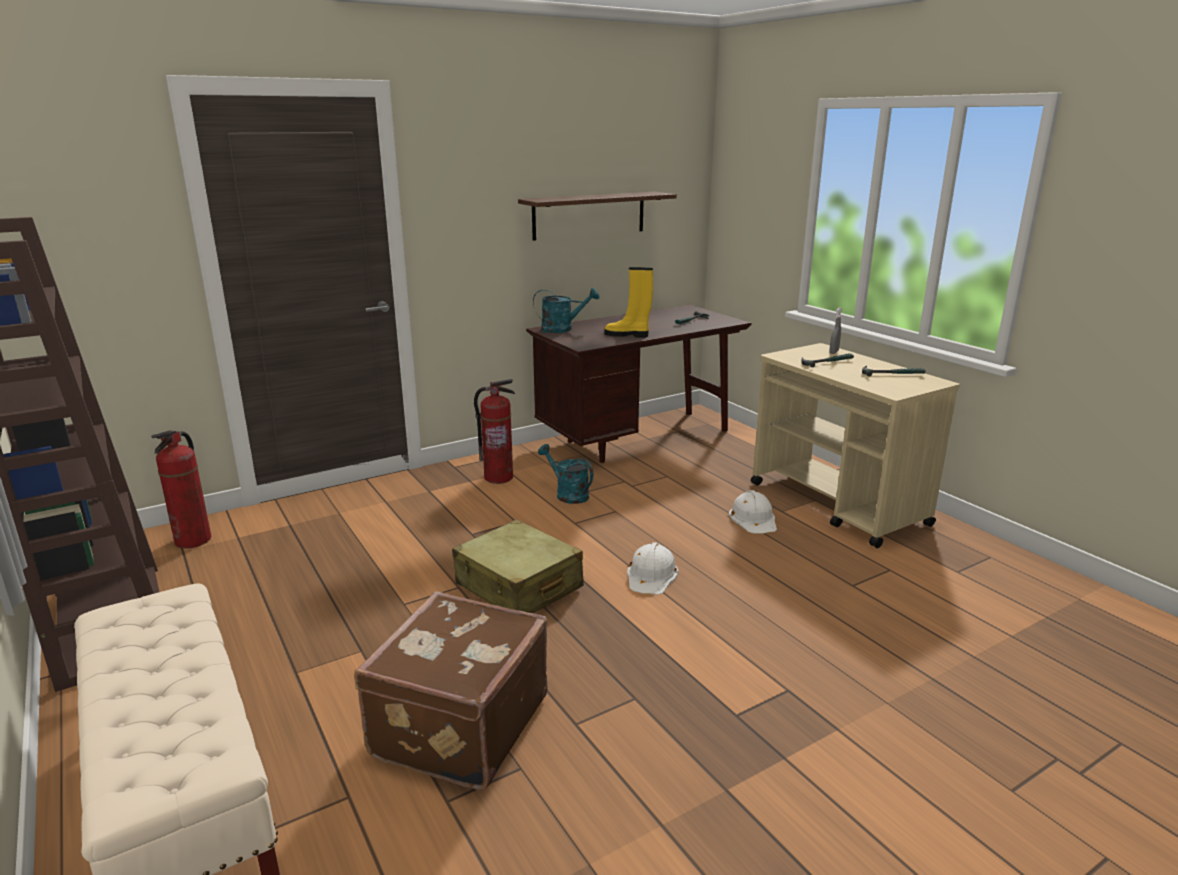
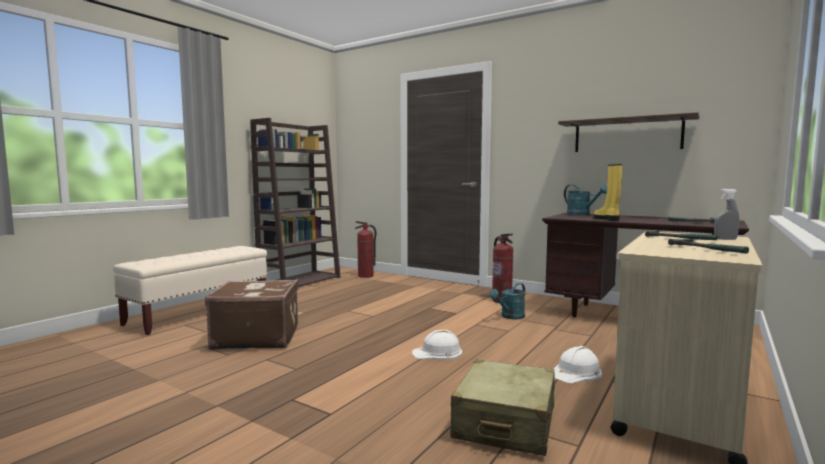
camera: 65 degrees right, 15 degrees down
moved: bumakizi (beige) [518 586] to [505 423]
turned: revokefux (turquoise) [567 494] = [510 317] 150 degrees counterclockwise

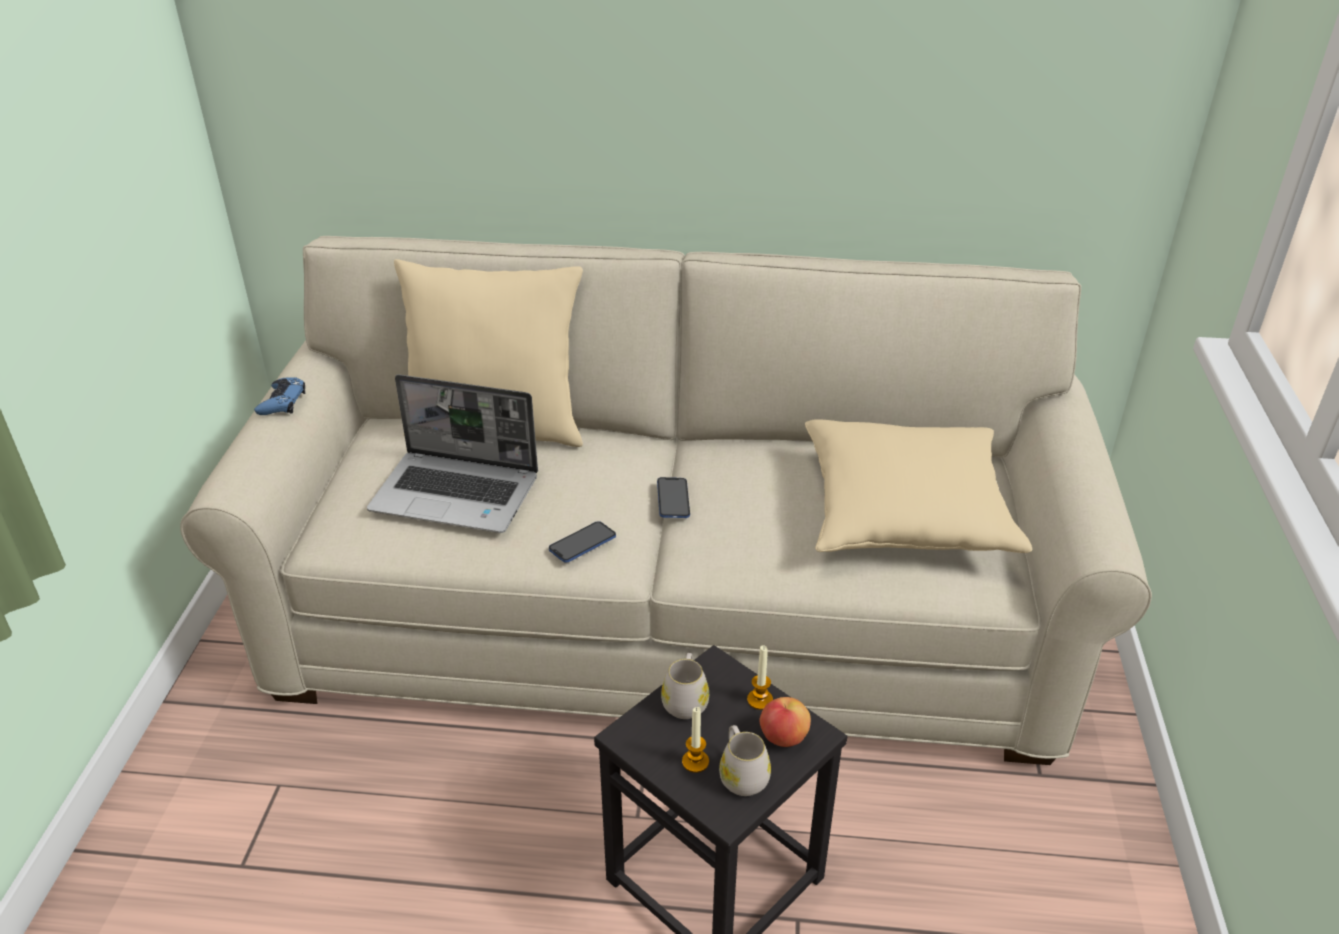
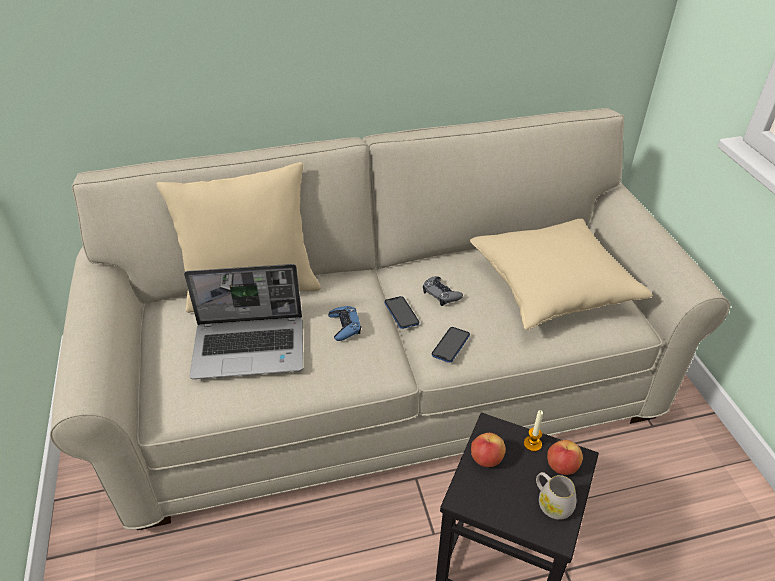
camera: 20 degrees left, 5 degrees up
removed: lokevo [695 762]
added: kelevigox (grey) [441 294]
moved: kelevigox (blue) [282 402] to [345 326]; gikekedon [582 543] to [450 345]
replaced: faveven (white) [686 700] to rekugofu [486 459]

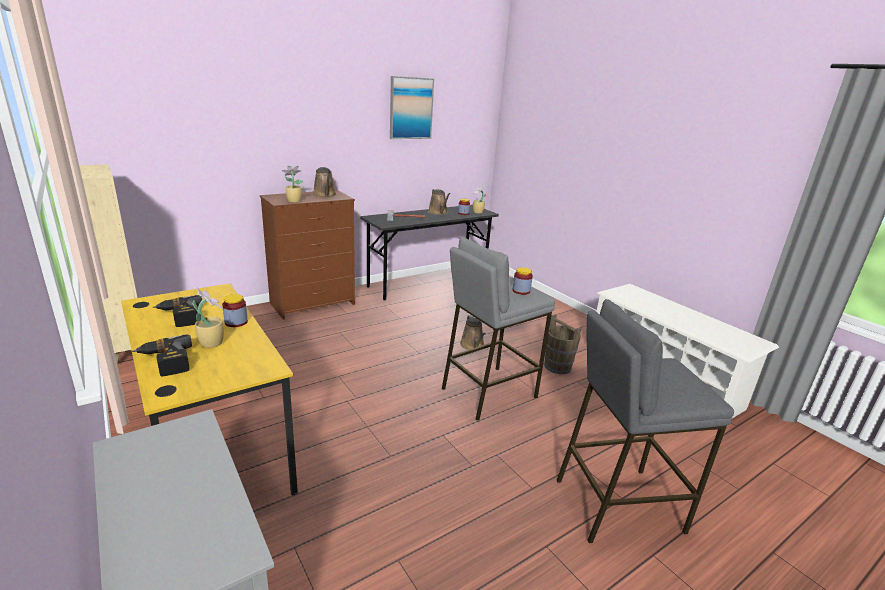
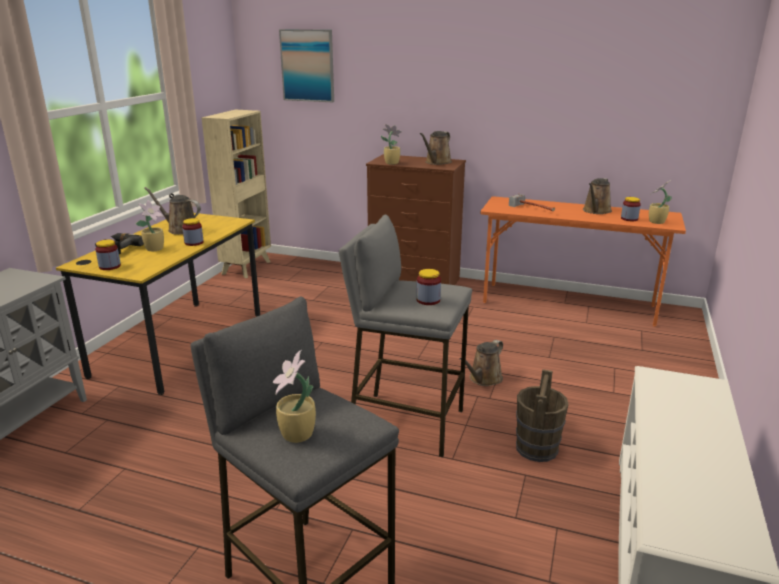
camera: 55 degrees right, 0 degrees up
added: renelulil [110 266]; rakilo [297 435]
moved: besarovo [411 108] to [307 65]
replaced: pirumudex [180 317] to revokefux (brown) [180 229]
recoloured: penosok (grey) [428 283] to penosok (orange) [568 304]

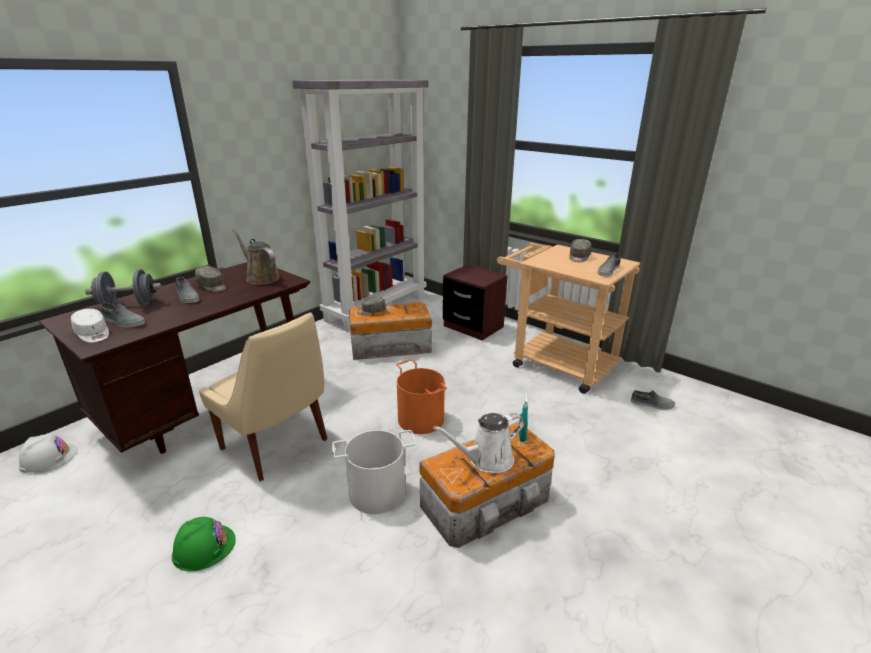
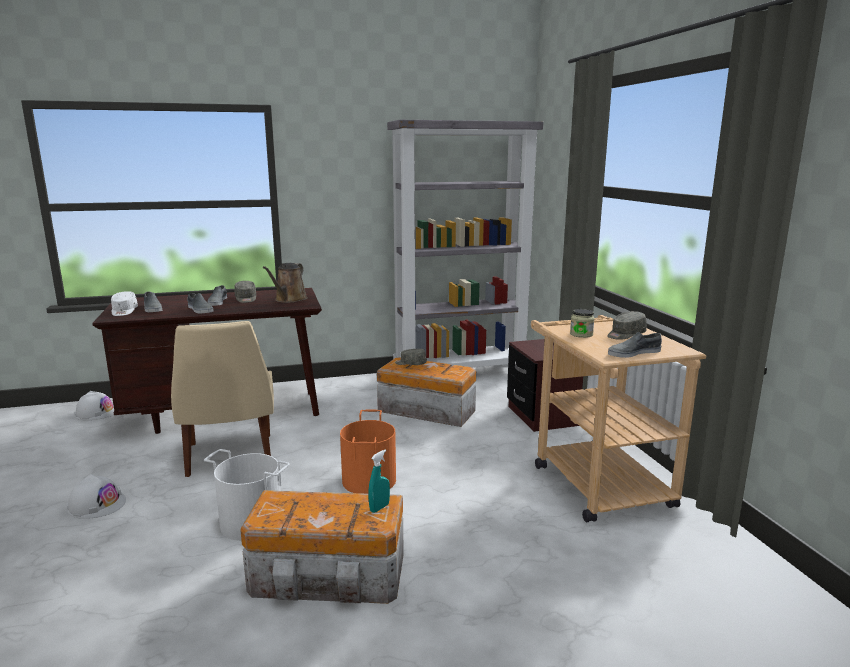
camera: 35 degrees right, 10 degrees down
removed: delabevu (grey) [129 305]; revokefux (white) [486 460]
added: renelulil [581 334]
moved: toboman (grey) [652 404] to [200 310]
recoloured: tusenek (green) [204 547] to tusenek (white) [97 504]
turned: revokefux (brown) [261 278] = [289 299] 150 degrees counterclockwise

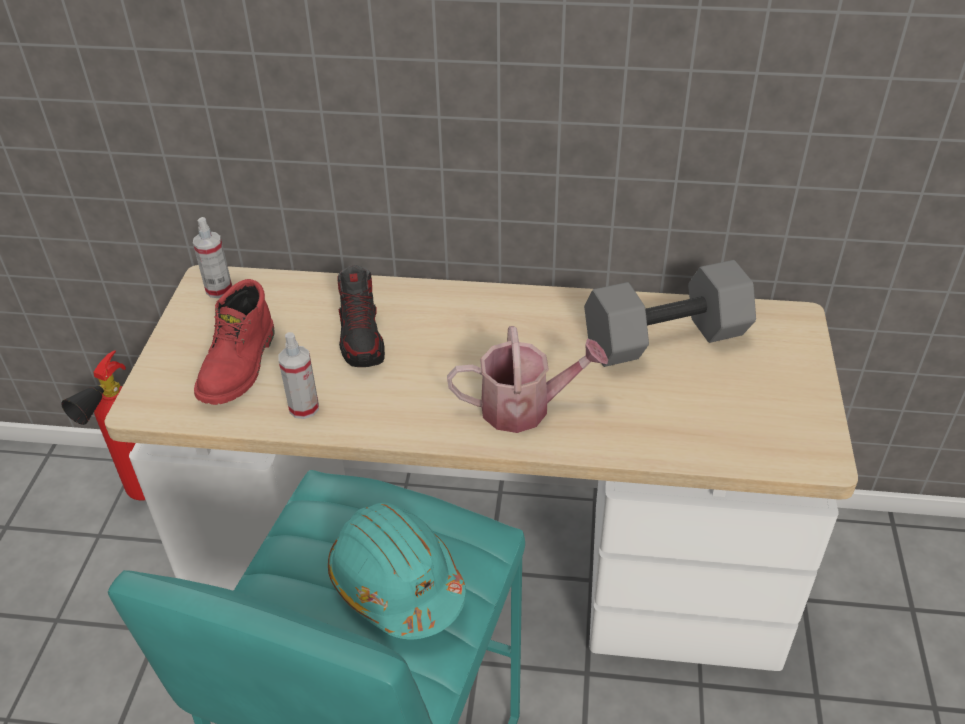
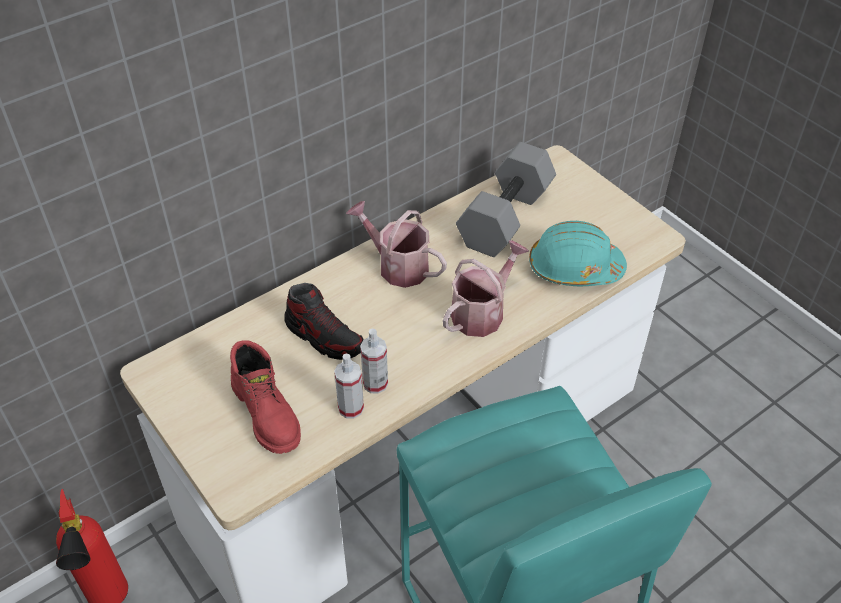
camera: 45 degrees left, 5 degrees up
added: revokefux [397 265]
moved: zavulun [219 290] to [375 383]; tusenek (turquoise) [396 583] to [574 268]

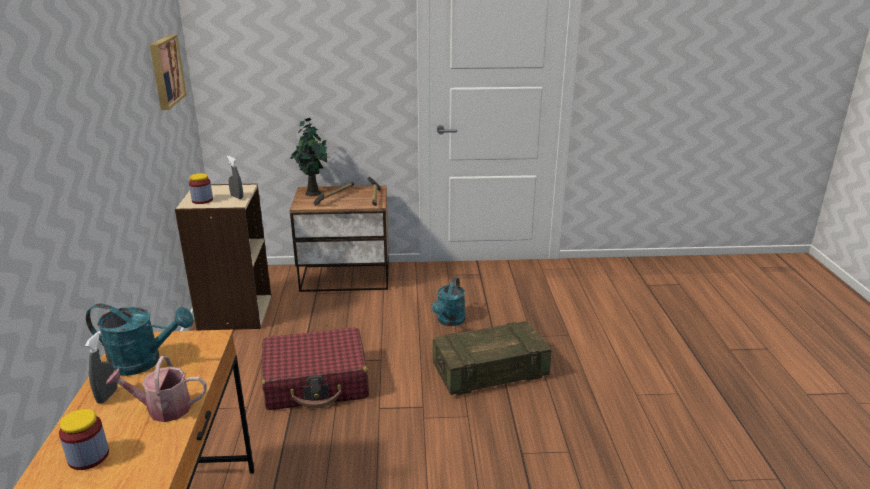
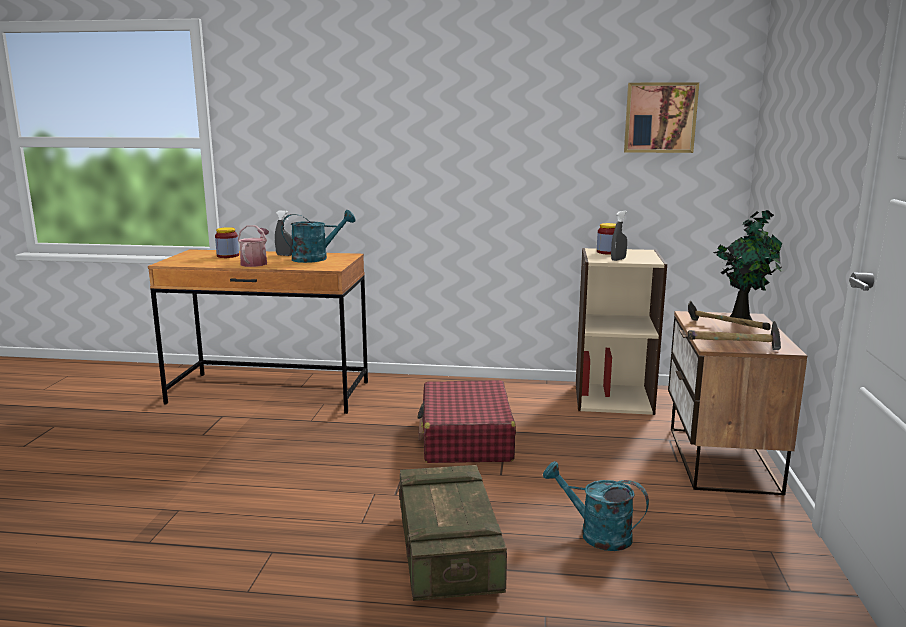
camera: 100 degrees right, 10 degrees down
turned: revokefux (turquoise) [144 362] = [316 258] 135 degrees counterclockwise

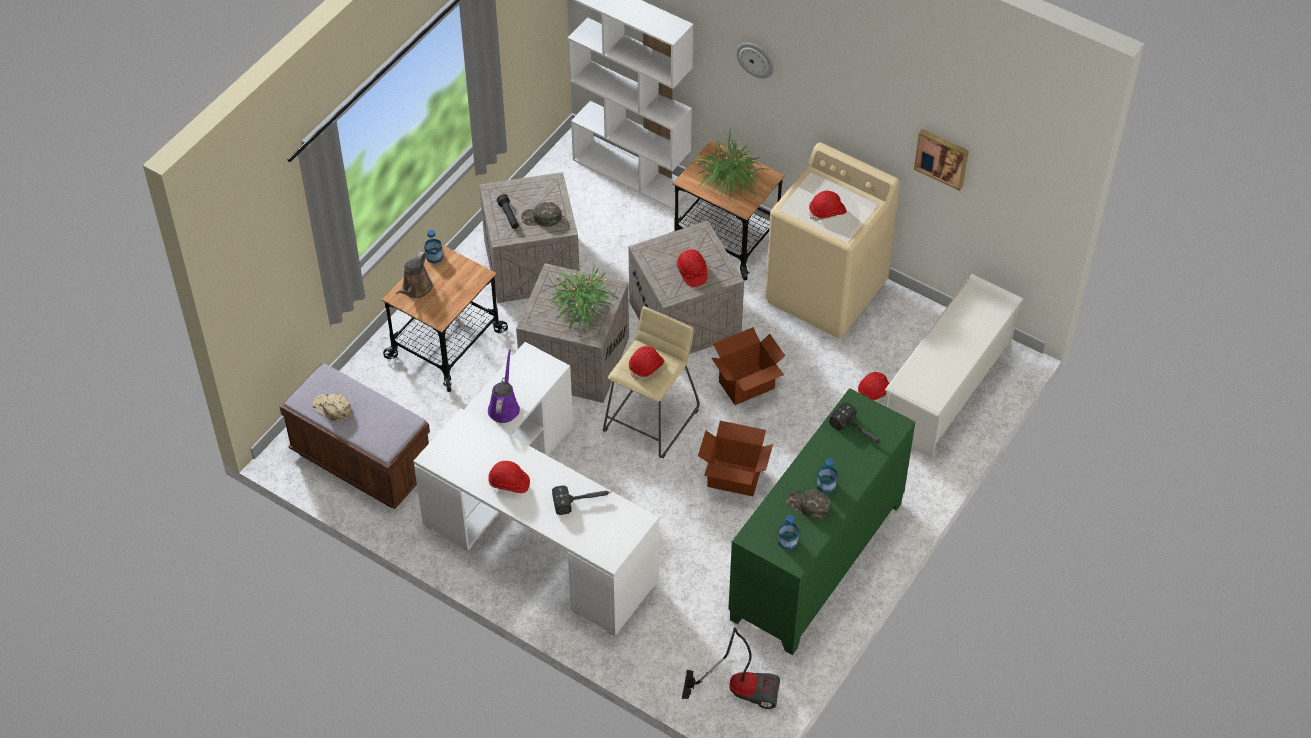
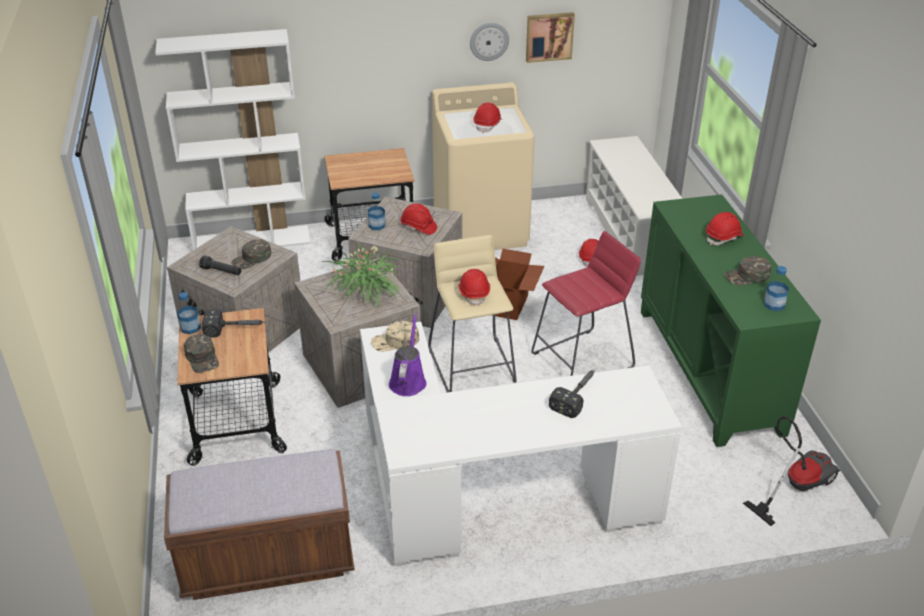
camera: 45 degrees left, 15 degrees down
removed: rakilo [729 180]
moved: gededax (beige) [332 408] to [395 341]; tusenek (red) [509 483] to [724 237]; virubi [755 59] to [489 41]; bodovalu [826 485] to [376 225]; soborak [858 432] to [236 329]
replaced: revokefux (brown) [415 289] to gededax (green) [202 358]; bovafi [734 478] to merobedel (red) [582 361]
turned: revokefux (purple) [504 407] = [408 380] 45 degrees clockwise

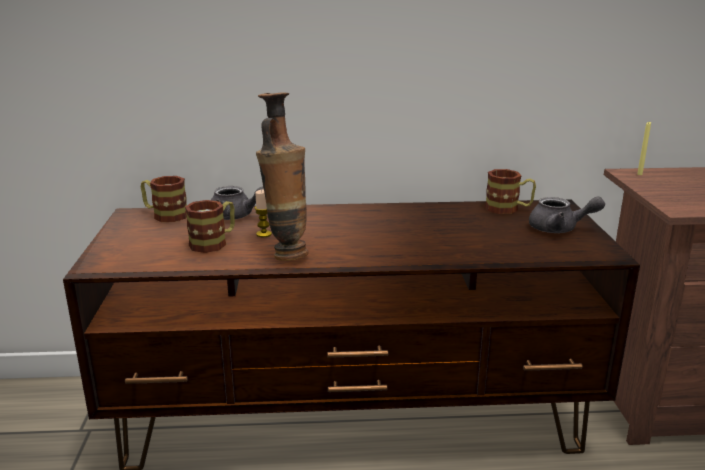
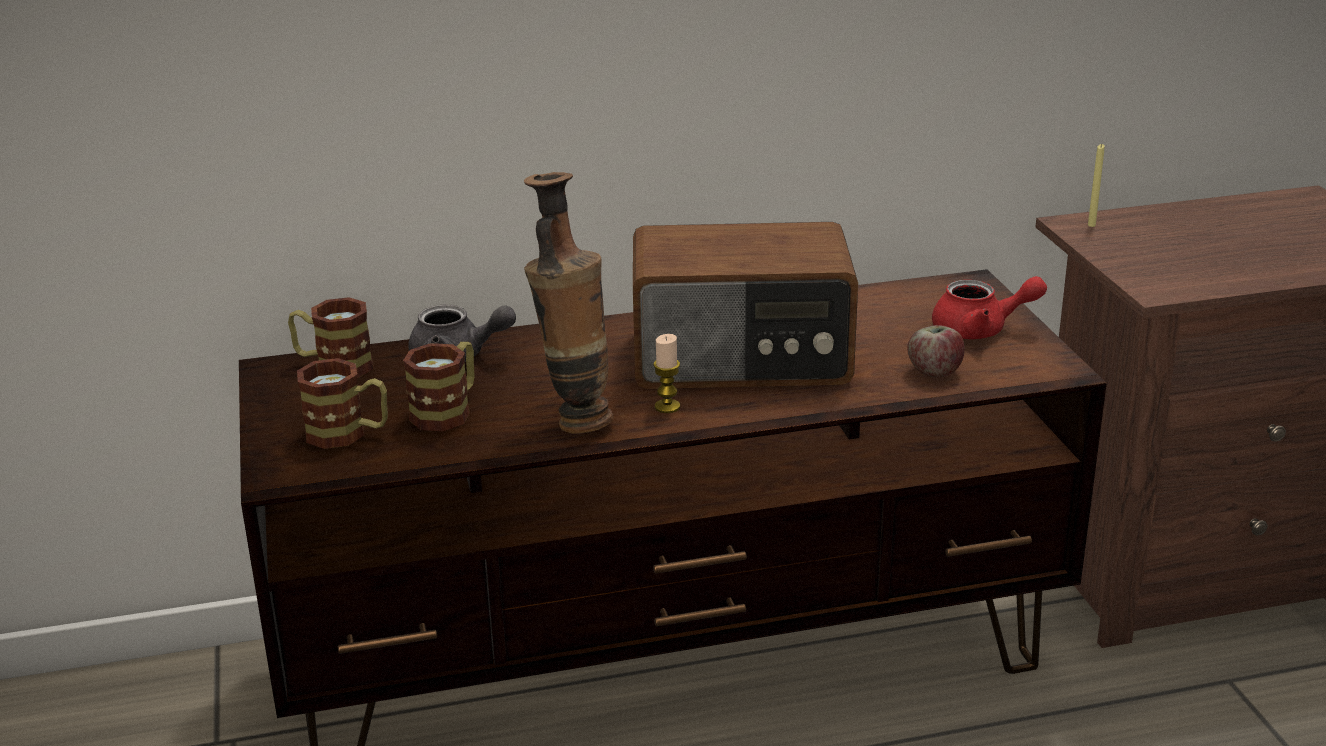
camera: 10 degrees left, 5 degrees up
added: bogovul [742 359]; rekugofu [934 372]
moved: lokevo [264 234] to [667 406]; faveven [508 209] to [348 434]
recoloured: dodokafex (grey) [559 229] to dodokafex (red) [980 330]

